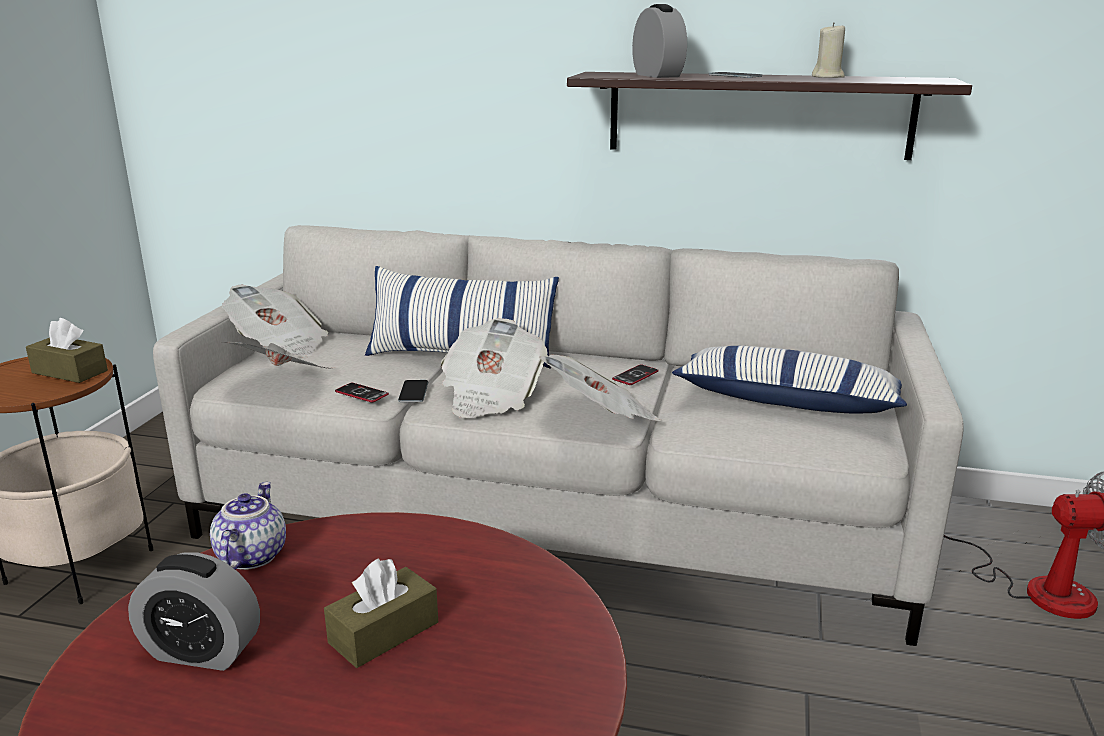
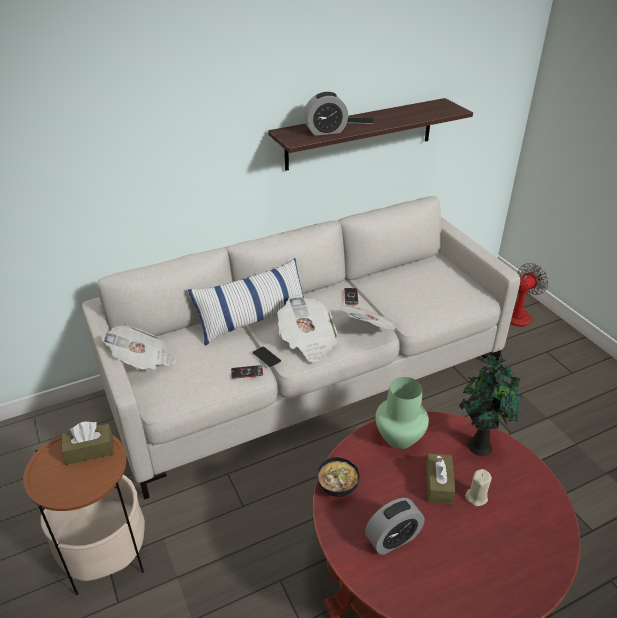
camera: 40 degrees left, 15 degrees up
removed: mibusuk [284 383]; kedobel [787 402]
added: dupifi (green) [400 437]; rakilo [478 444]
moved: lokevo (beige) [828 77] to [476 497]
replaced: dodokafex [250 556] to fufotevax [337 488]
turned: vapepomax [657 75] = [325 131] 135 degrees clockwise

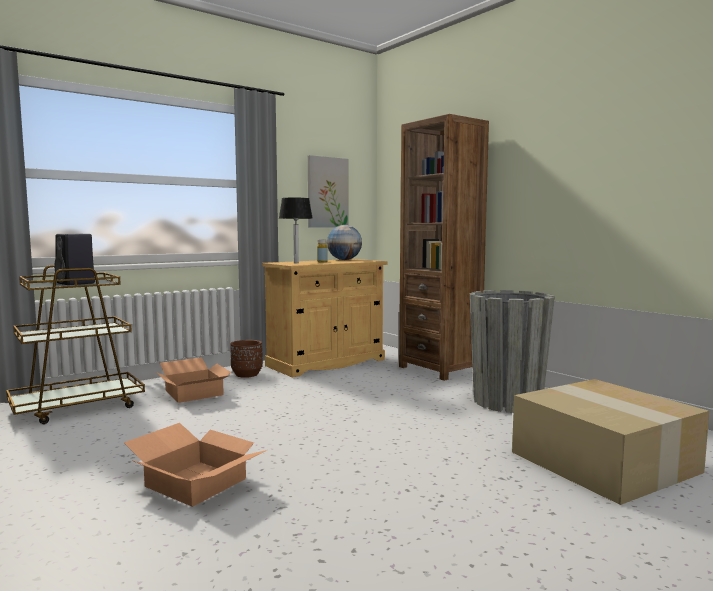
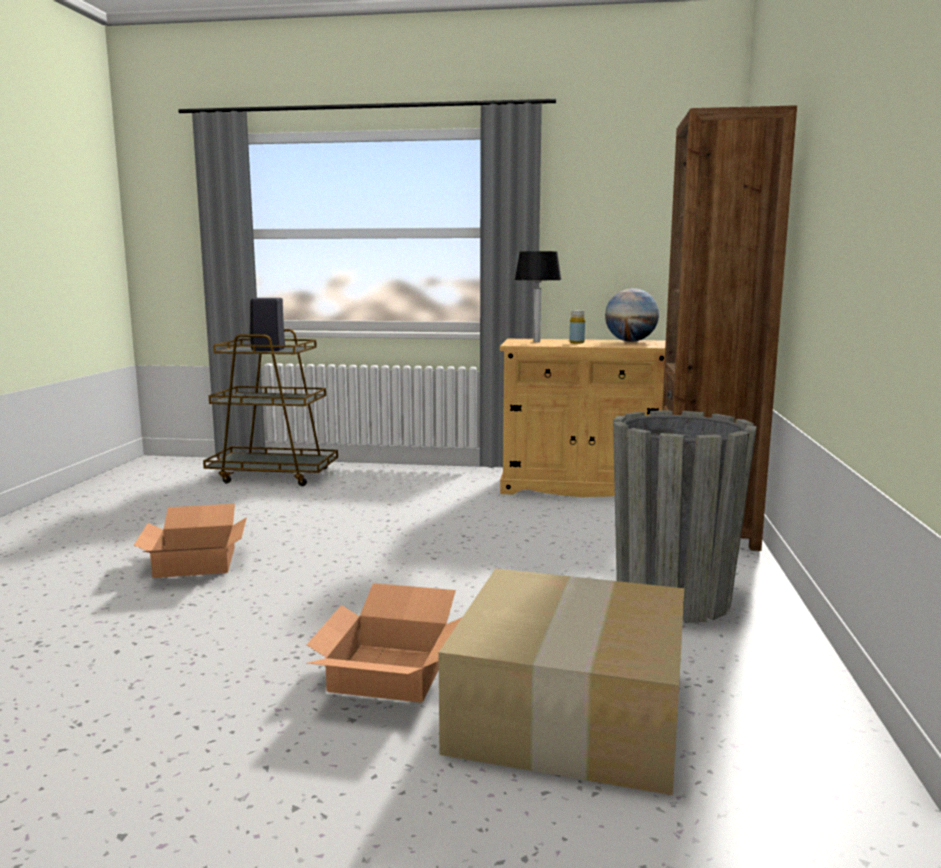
camera: 45 degrees right, 5 degrees up
removed: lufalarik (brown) [246 374]; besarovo [327 192]
moved: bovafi [193 393] to [388 671]

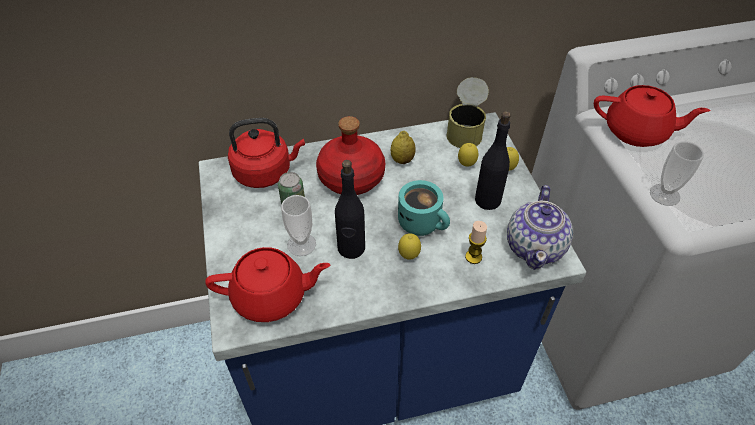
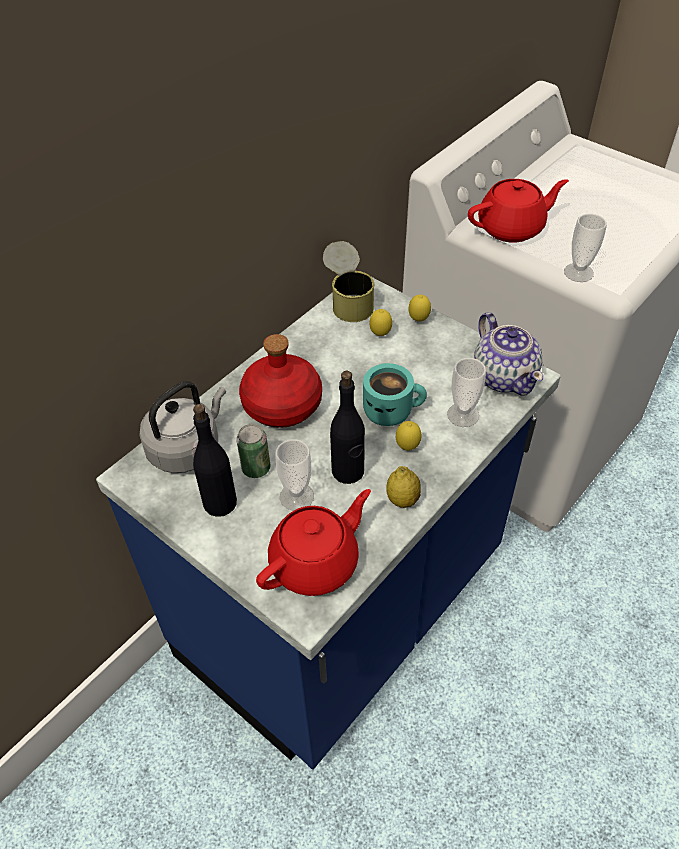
camera: 35 degrees left, 0 degrees up
moved: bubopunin [402 160] to [402 500]; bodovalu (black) [488 200] to [220 502]
replaced: lokevo [473 257] to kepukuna [463 415]
recoloured: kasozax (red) [266 172] to kasozax (grey) [187 448]

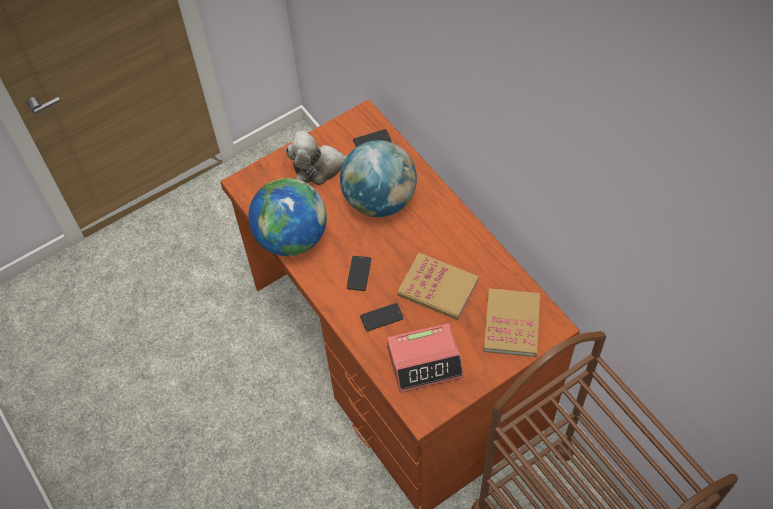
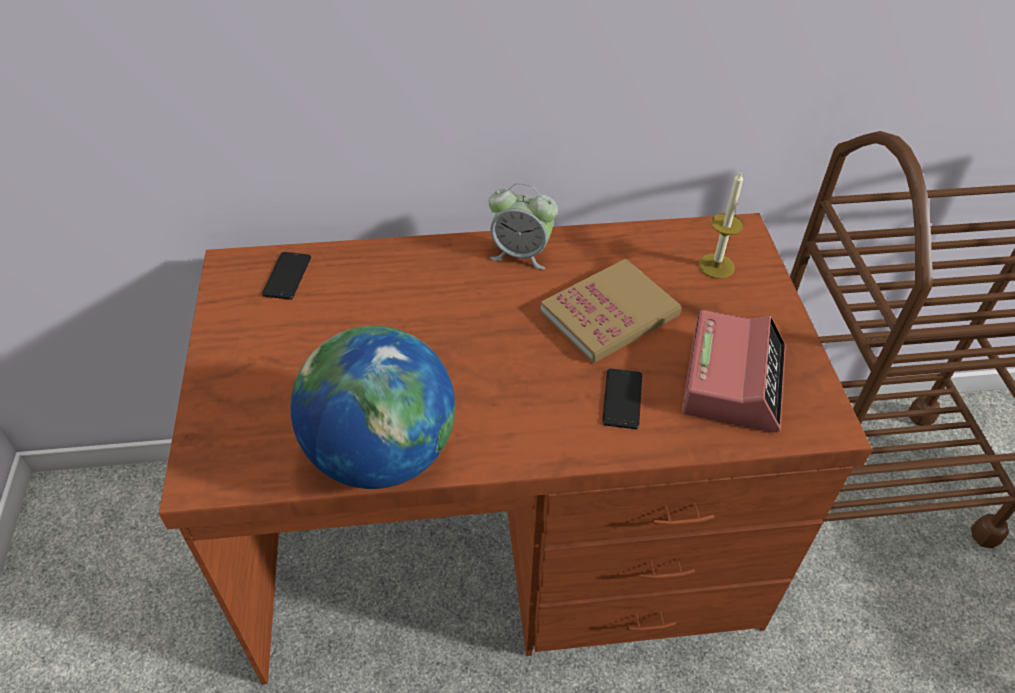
camera: 65 degrees left, 10 degrees down
removed: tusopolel [321 167]; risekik [379 201]; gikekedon [359 273]
added: vapepomax [521 254]
replaced: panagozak [511 324] to lokevo [716 266]

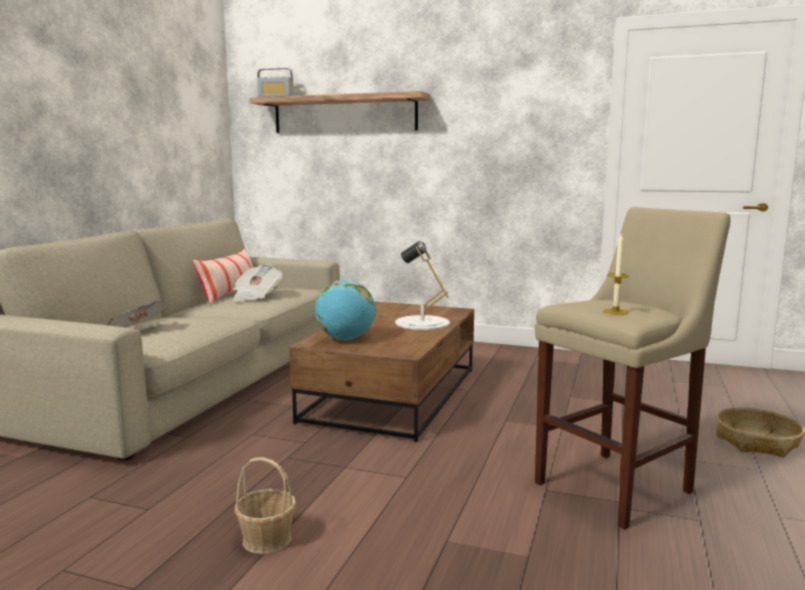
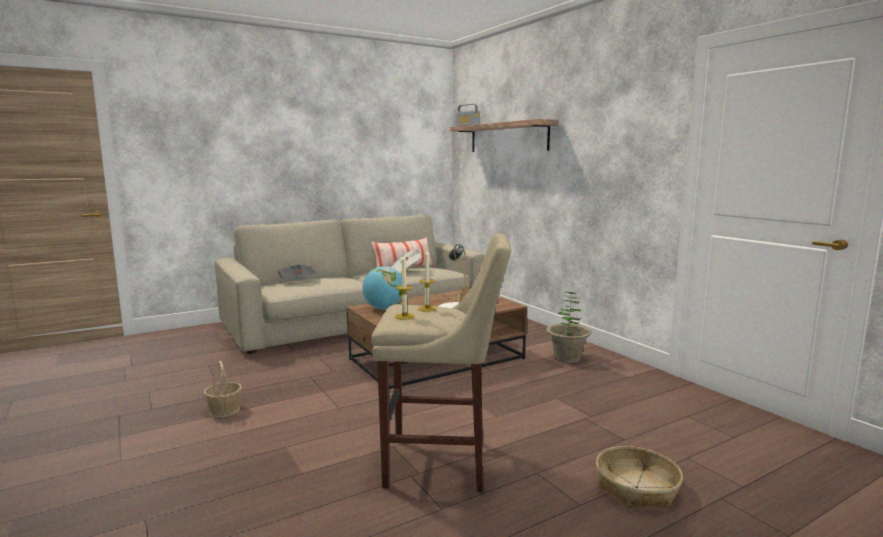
camera: 40 degrees right, 0 degrees up
added: lokevo [427 308]; rakilo [567 358]

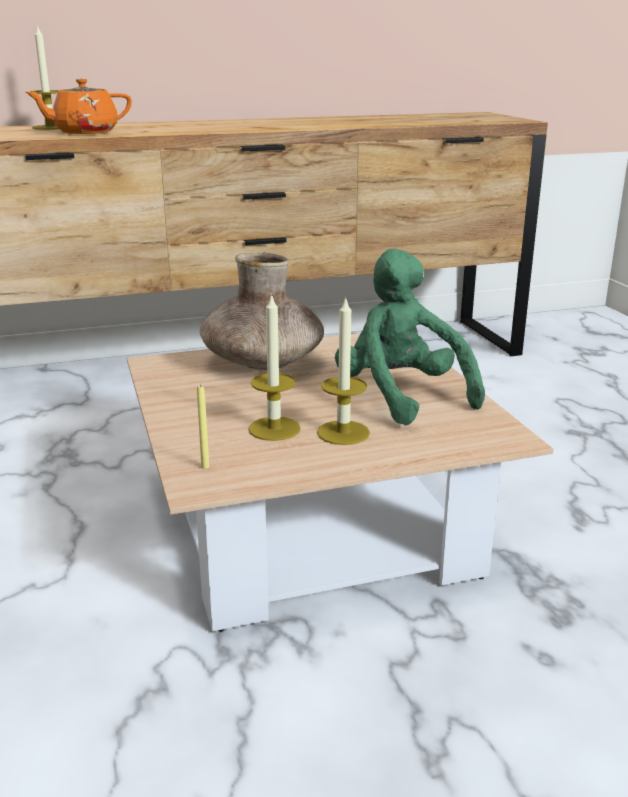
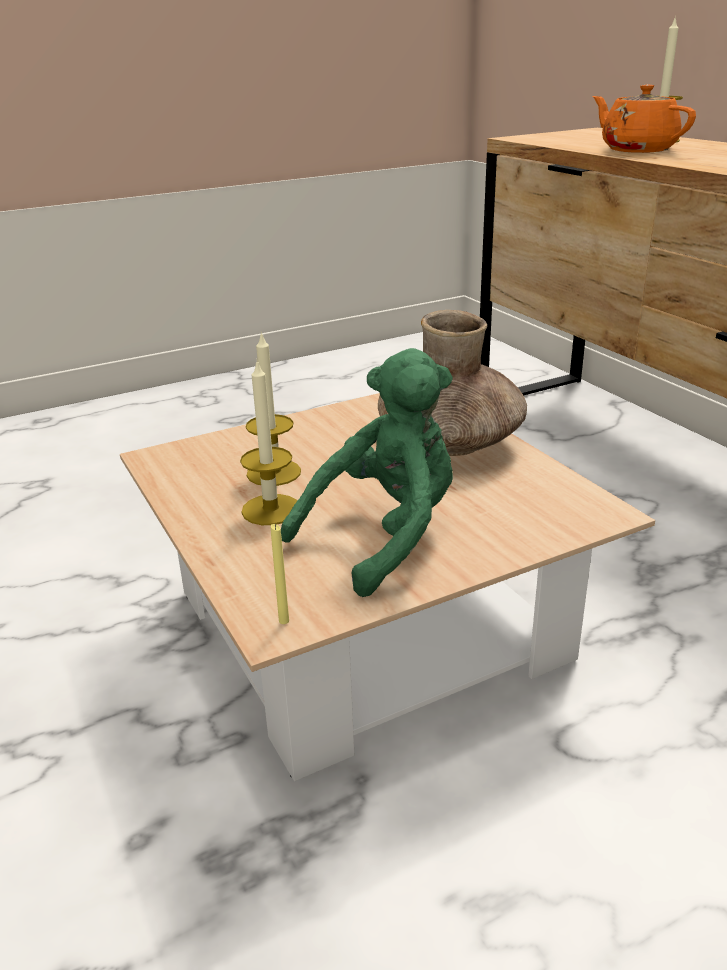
camera: 80 degrees right, 5 degrees up
moved: lokevo (yellow) [205 466] to [284 621]

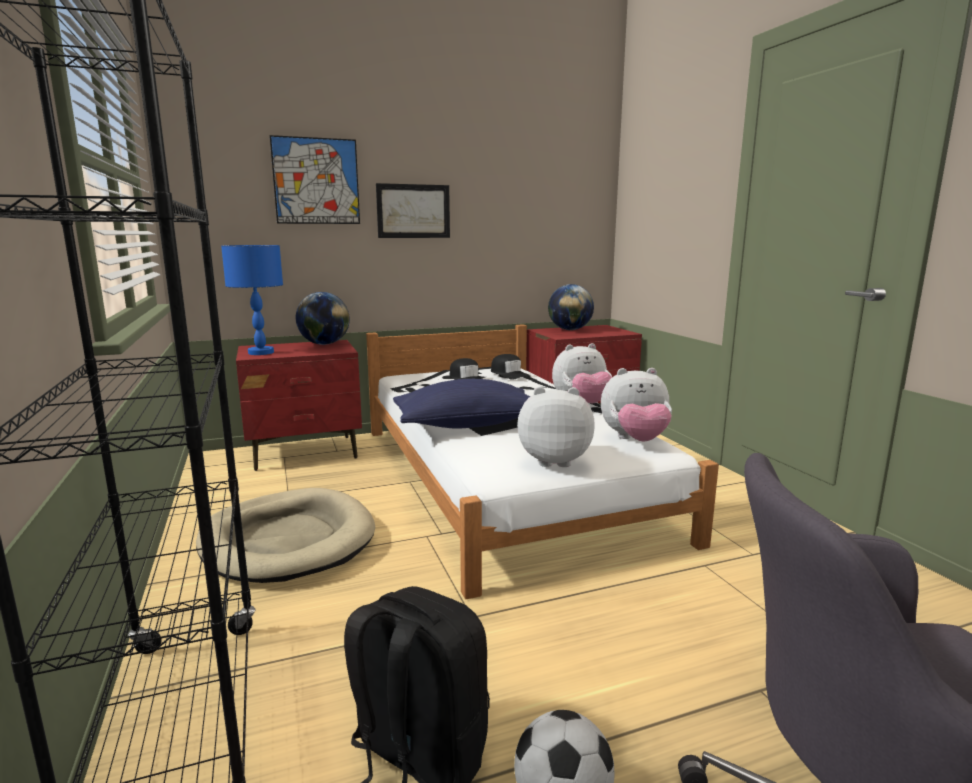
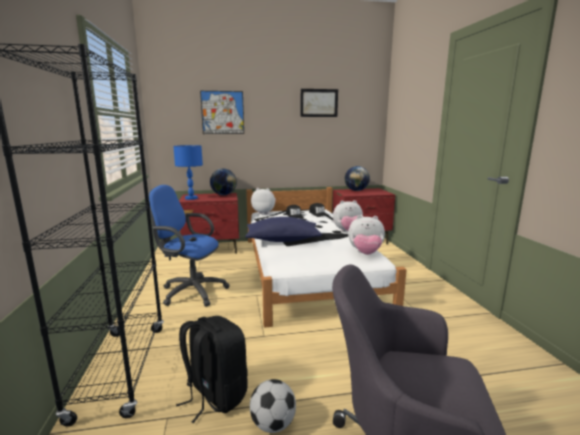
camera: 10 degrees right, 0 degrees up
moved: besarovo [413 211] to [319 103]; tusopolel [554 460] to [264 212]
replaced: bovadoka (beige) [288 540] to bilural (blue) [190 292]

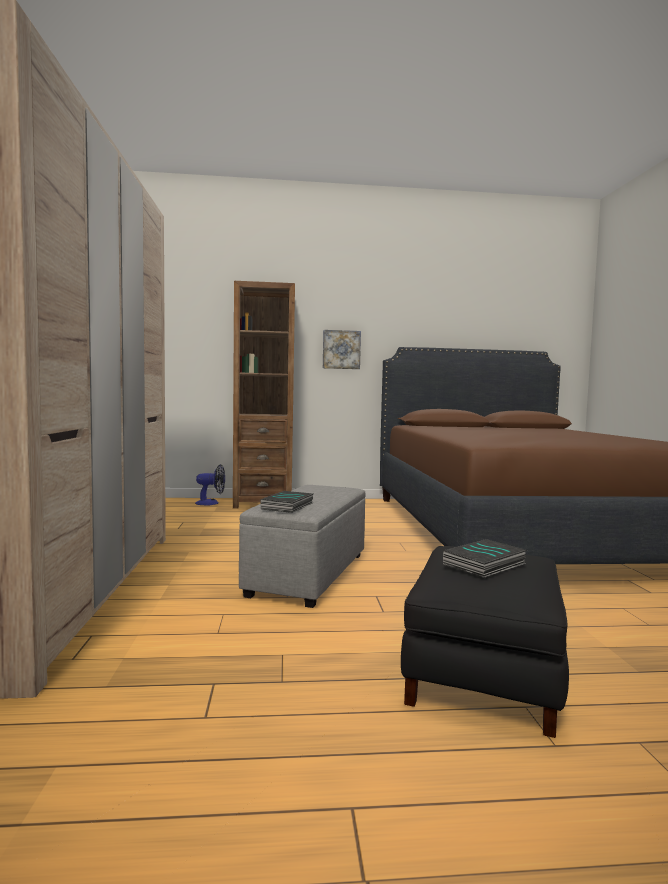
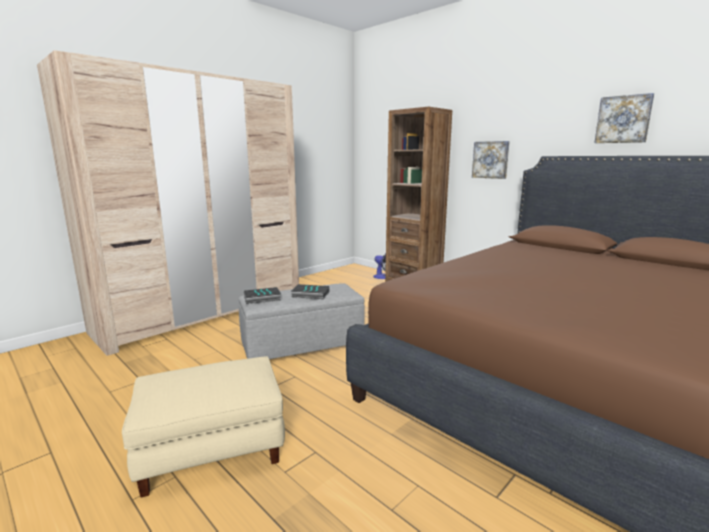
camera: 50 degrees right, 10 degrees up
added: besarovo [623 119]
moved: panagozak [485 564] to [310 294]
recoloured: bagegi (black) [485 673] to bagegi (beige) [211 449]

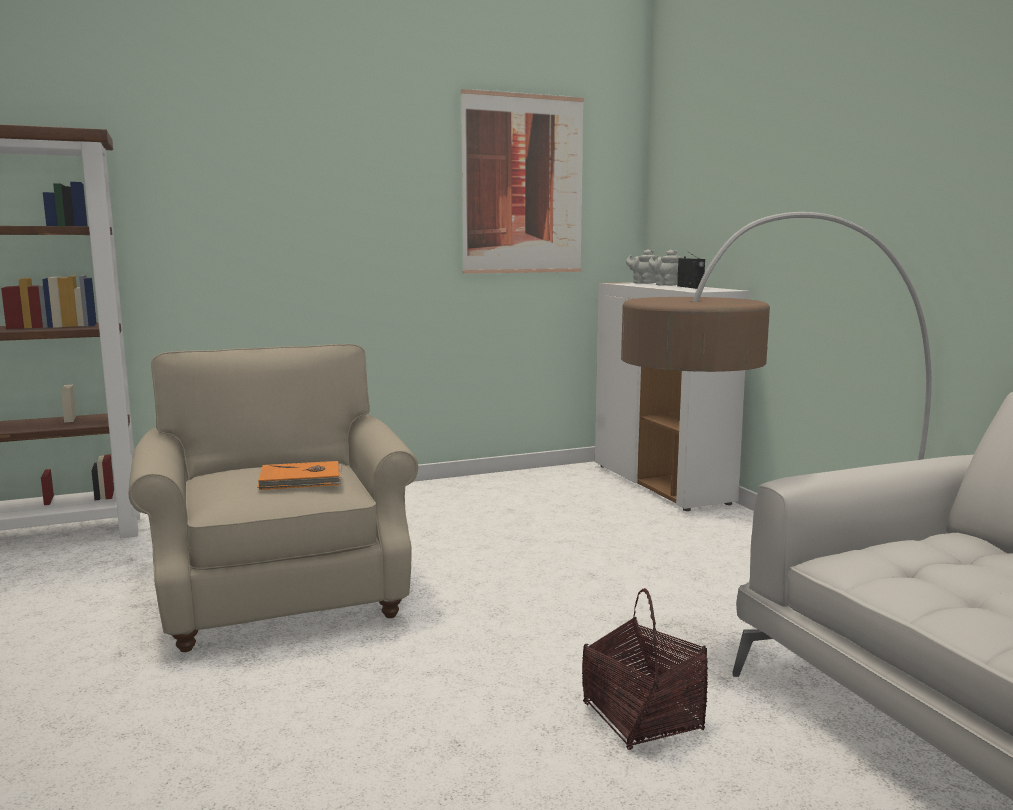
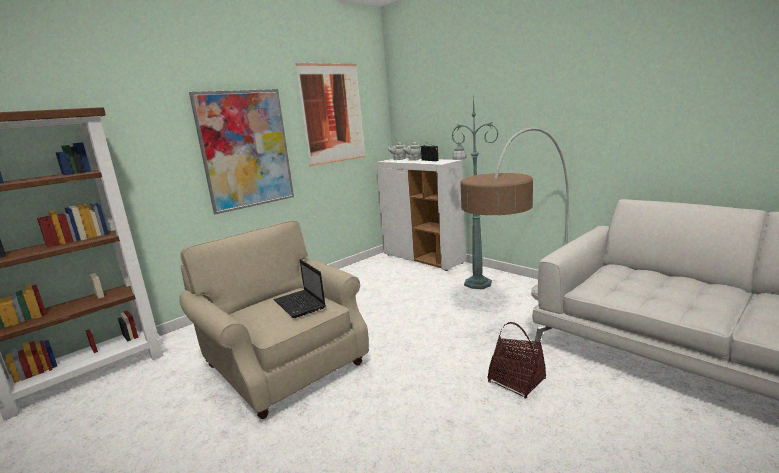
camera: 20 degrees left, 5 degrees up
added: besarovo [246 149]; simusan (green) [476 283]
replaced: panagozak (orange) [301 480] to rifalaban [300 305]

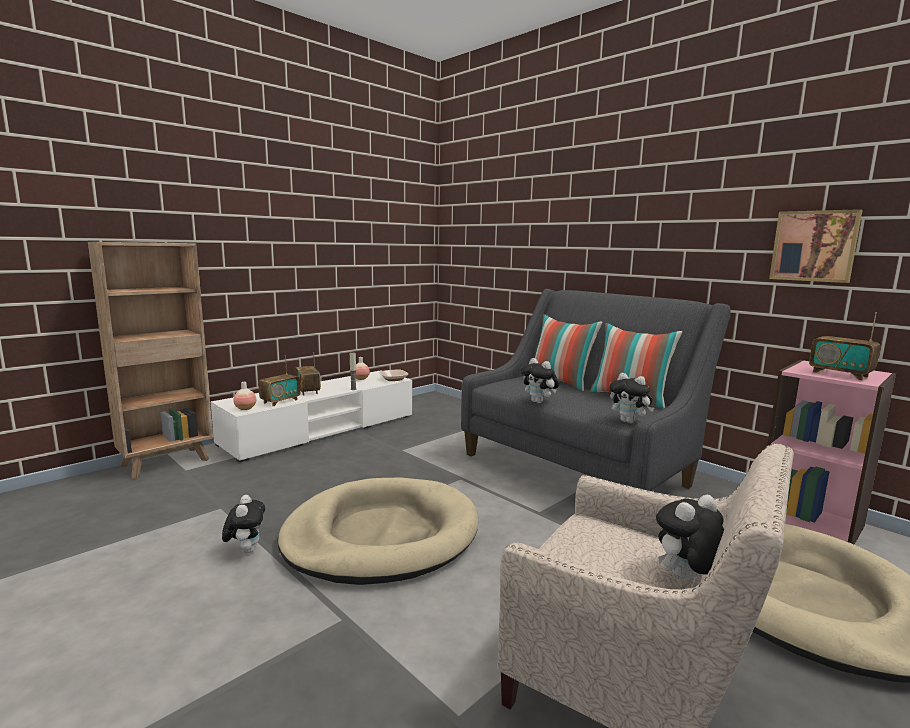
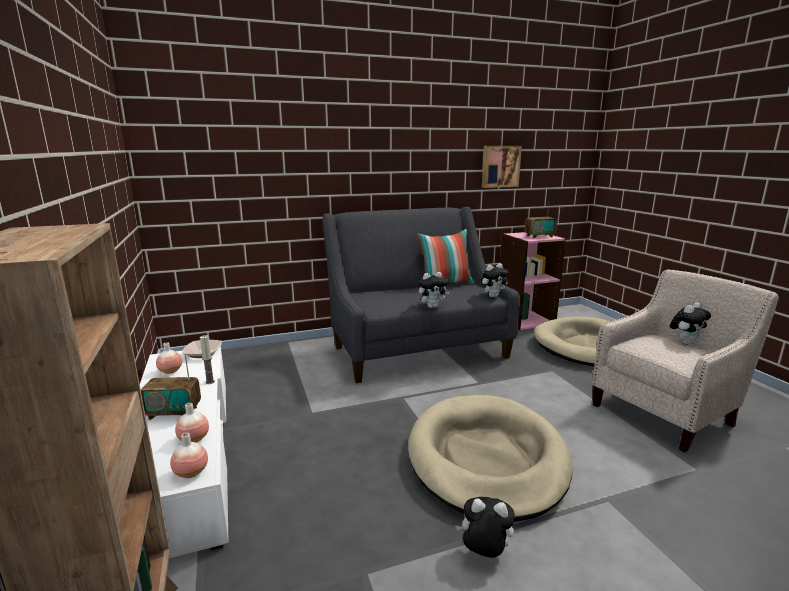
camera: 65 degrees left, 5 degrees up
removed: kedobel [560 382]
replaced: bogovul [280 401] to dupifi [194 439]
turned: tusopolel [687 580] = [685 342] 120 degrees counterclockwise

